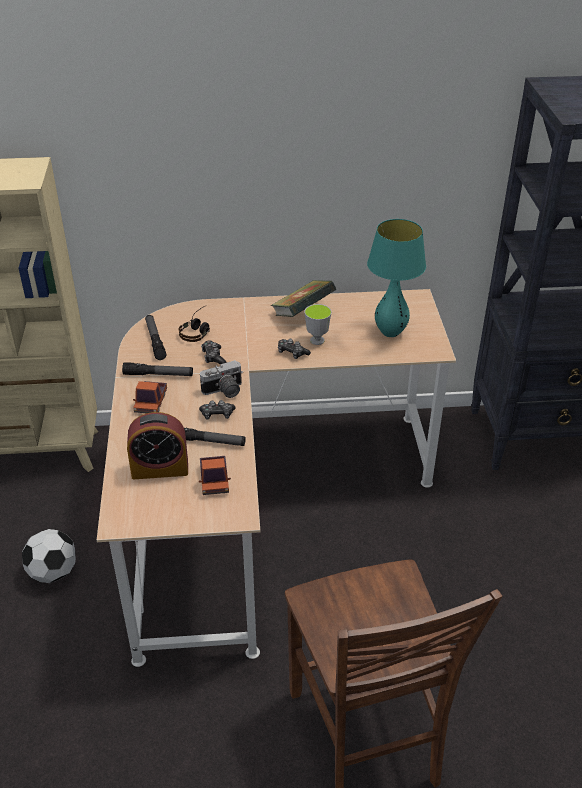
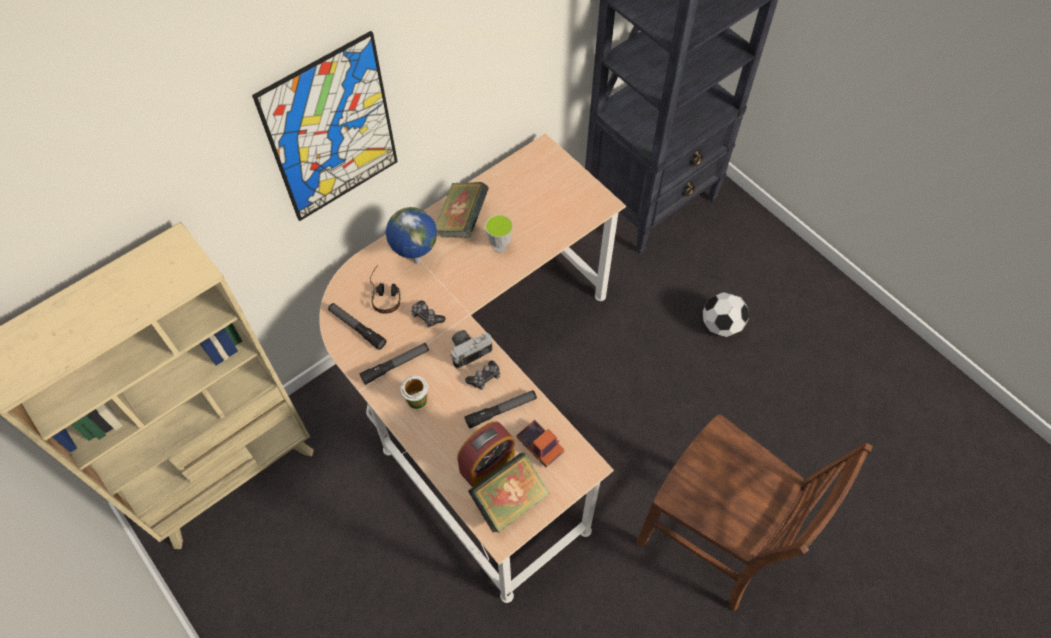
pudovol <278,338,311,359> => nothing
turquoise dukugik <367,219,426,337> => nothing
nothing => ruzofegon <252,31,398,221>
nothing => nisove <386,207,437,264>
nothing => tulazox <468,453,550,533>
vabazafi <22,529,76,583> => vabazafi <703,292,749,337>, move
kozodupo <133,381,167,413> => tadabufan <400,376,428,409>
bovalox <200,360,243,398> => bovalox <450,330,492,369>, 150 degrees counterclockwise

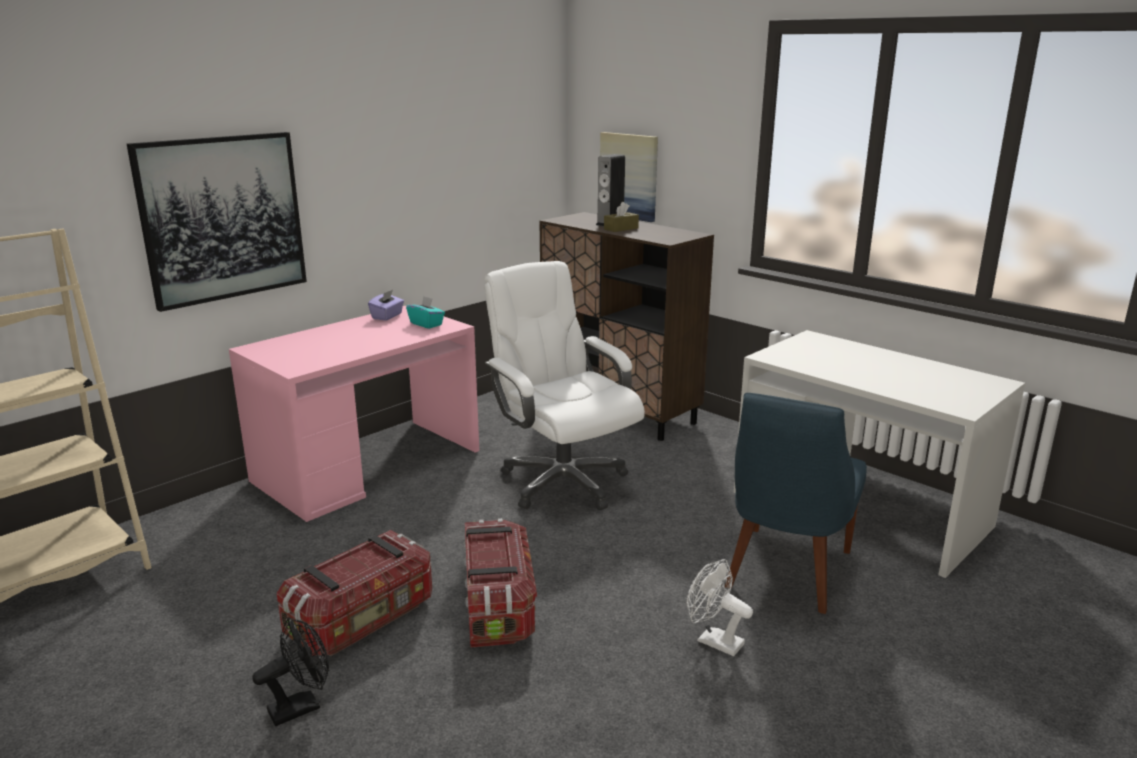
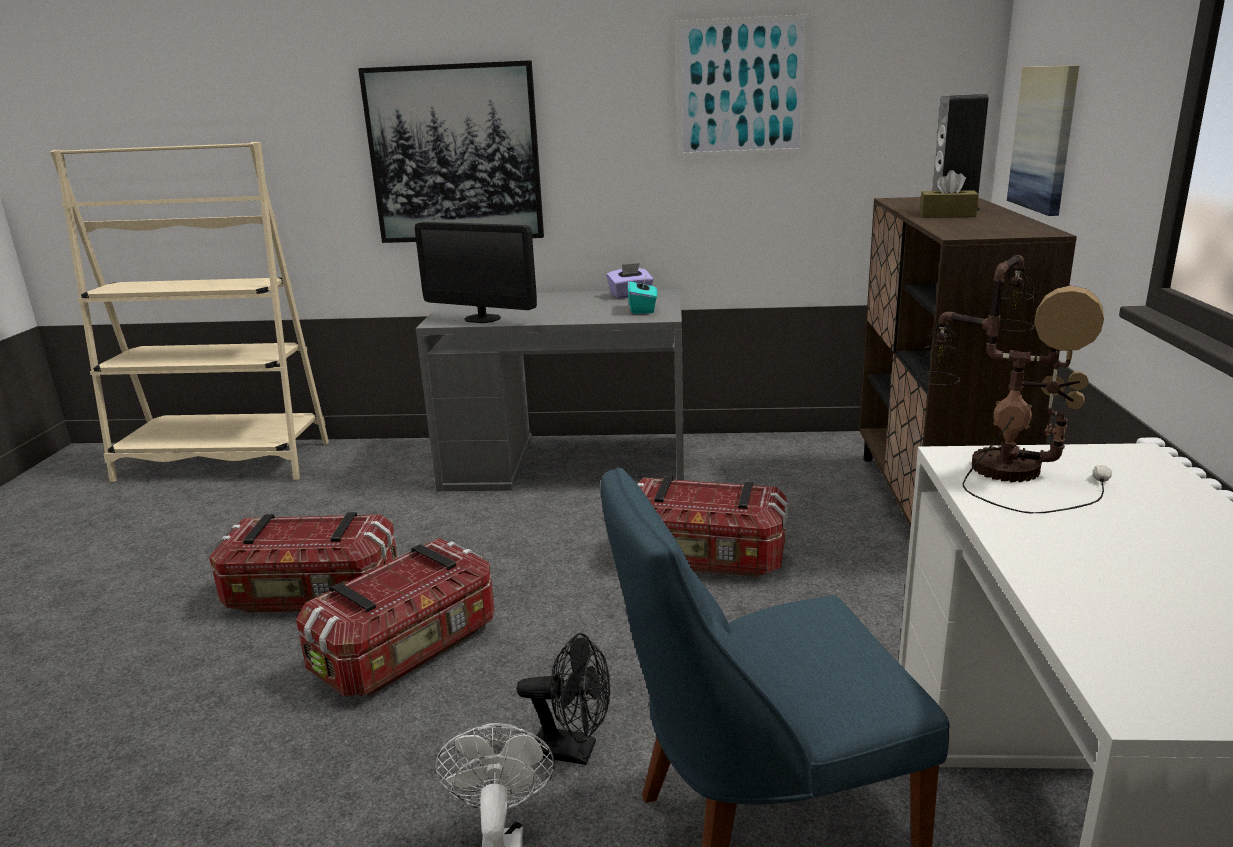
nothing => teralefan <415,222,537,323>
nothing => ruzofegon <676,14,809,158>
nothing => dukugik <917,255,1111,514>
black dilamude <252,617,329,726> => black dilamude <516,633,610,765>, move
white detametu <484,261,645,510> => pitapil <637,476,788,577>
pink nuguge <229,305,479,522> => grey nuguge <416,289,684,491>

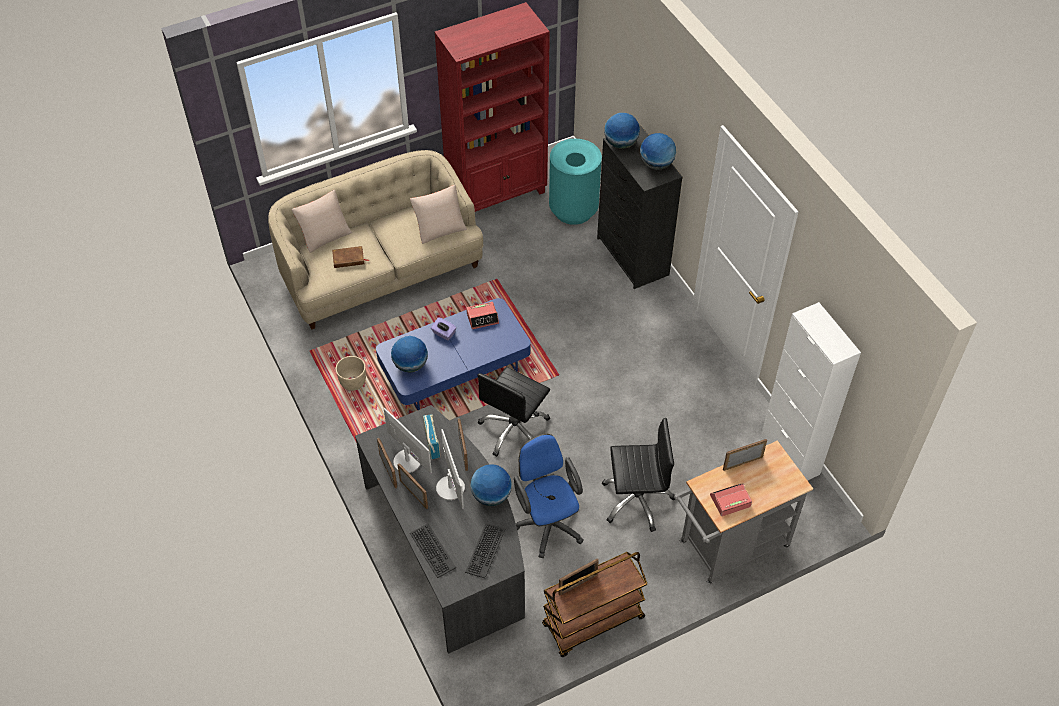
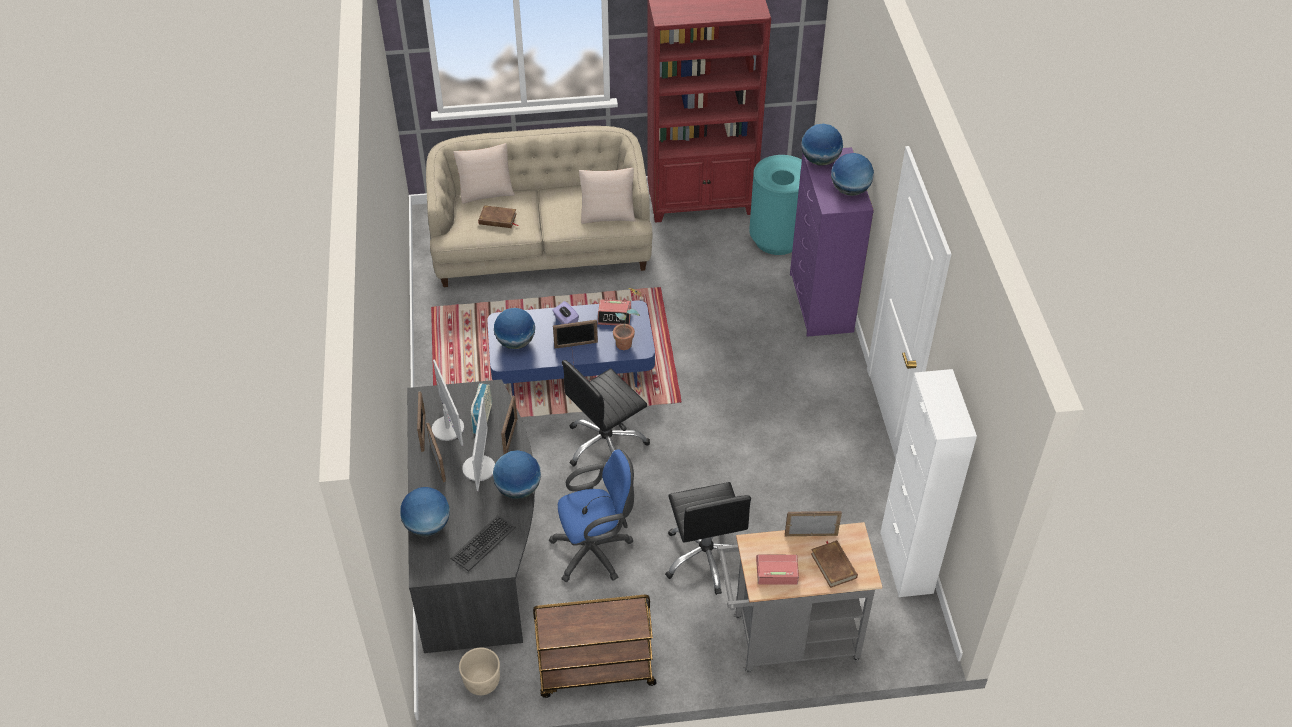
nothing => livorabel <613,288,642,350>
nothing => brown tulazox <811,540,858,588>
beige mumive <336,356,366,391> => beige mumive <459,648,500,695>, move
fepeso <558,558,599,596> => fepeso <553,320,598,349>, move
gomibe <410,523,456,578> => nisove <400,487,450,536>
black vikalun <597,125,683,289> => purple vikalun <790,147,874,337>
blue detametu <514,434,584,558> => blue detametu <549,449,634,582>, 75 degrees clockwise
black detametu <602,418,675,532> => black detametu <665,482,751,595>, 60 degrees clockwise

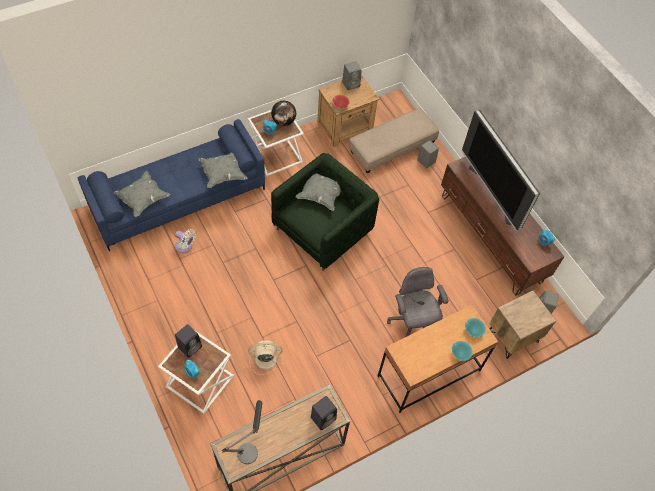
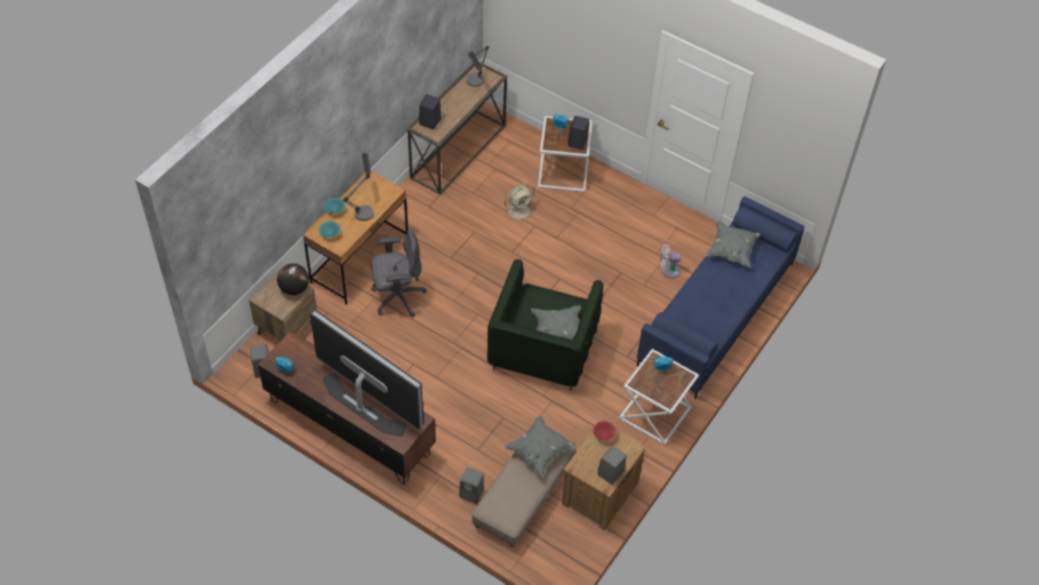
nothing => dukugik <343,153,374,221>
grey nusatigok <198,152,248,188> => grey nusatigok <504,416,575,477>, move
nisove <271,101,296,126> => nisove <277,263,309,295>, move
grey detametu <387,267,449,337> => grey detametu <371,229,426,317>, 60 degrees counterclockwise

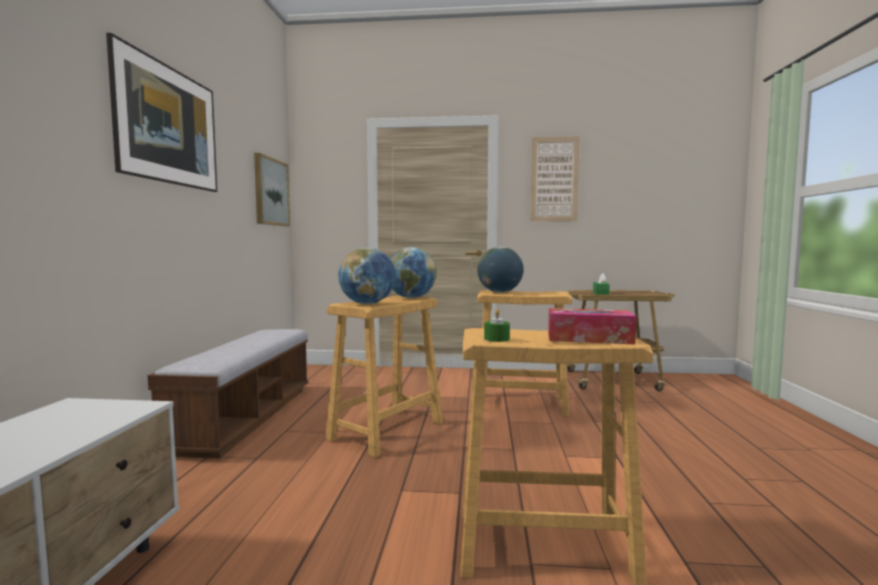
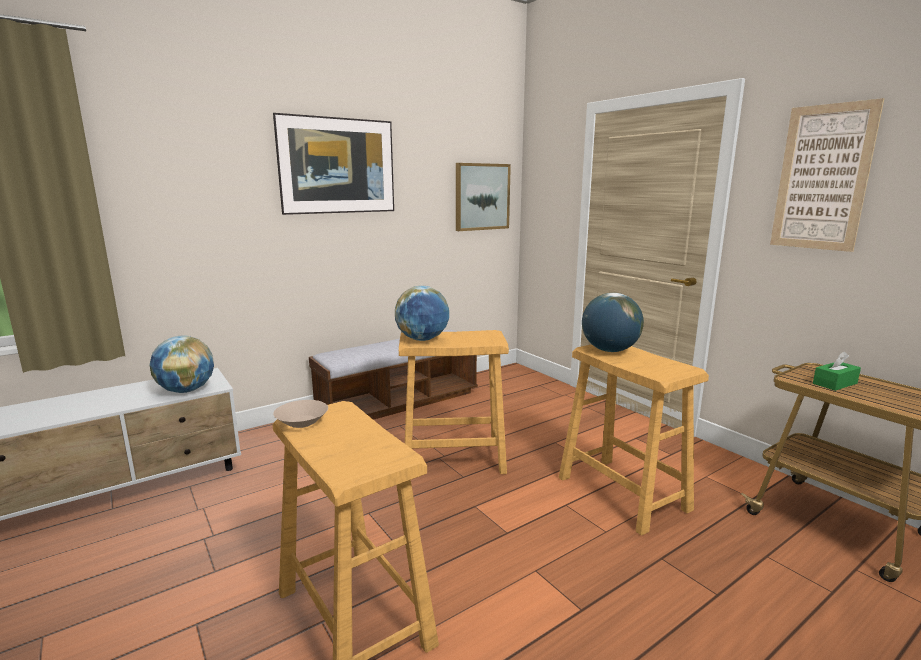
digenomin <548,308,637,344> => nothing
nisove <390,247,436,298> => nisove <150,336,214,393>, move
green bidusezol <484,309,510,342> => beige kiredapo <273,400,328,428>

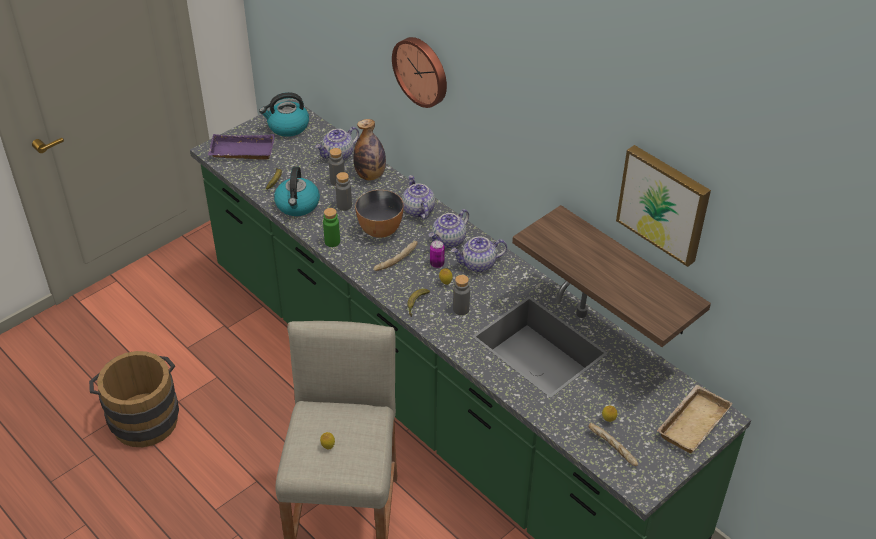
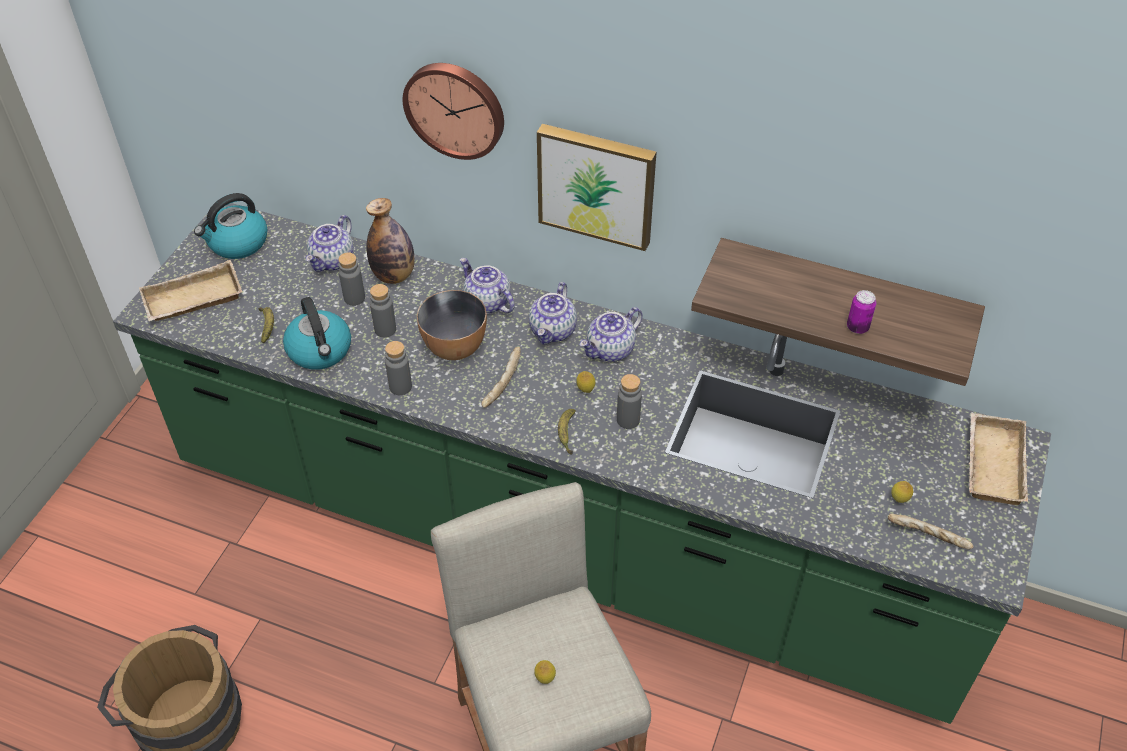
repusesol <430,240,445,268> => repusesol <847,290,876,334>, move
ruzofegon <616,145,711,267> => ruzofegon <537,124,657,251>, move
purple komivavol <208,134,275,160> => beige komivavol <139,260,243,321>
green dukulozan <323,208,340,247> => grey dukulozan <385,341,412,395>

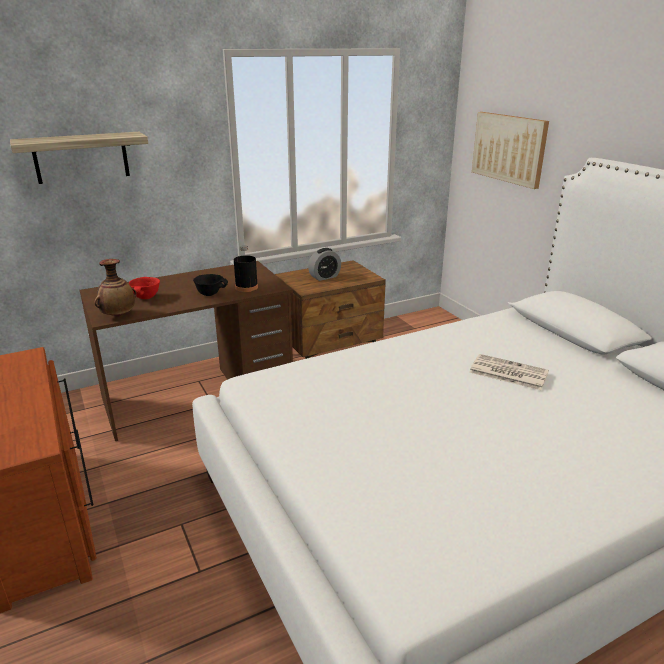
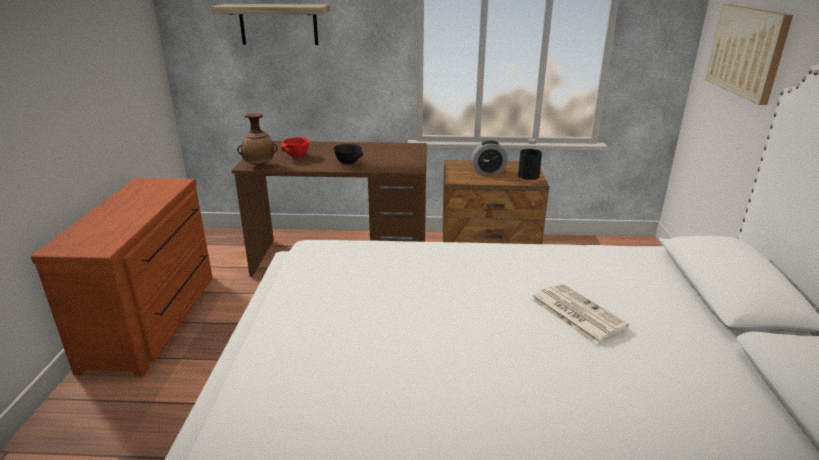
black dukulozan <234,245,258,292> => black dukulozan <517,139,542,184>, move

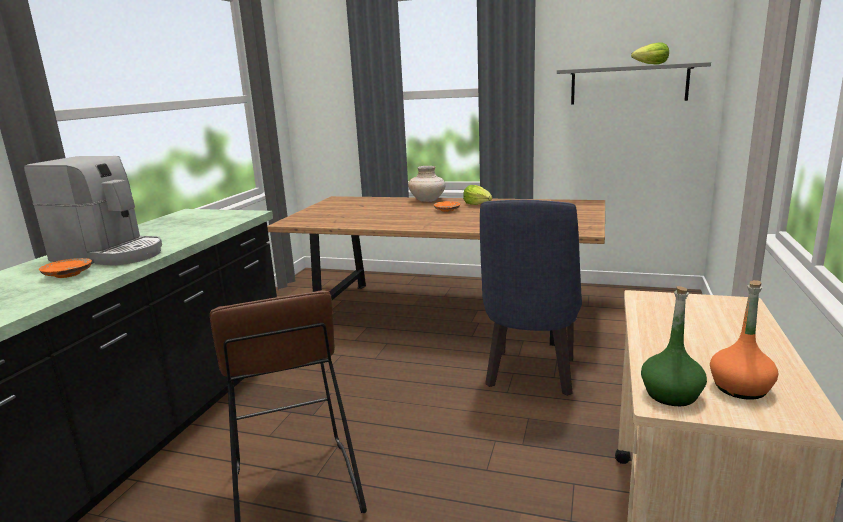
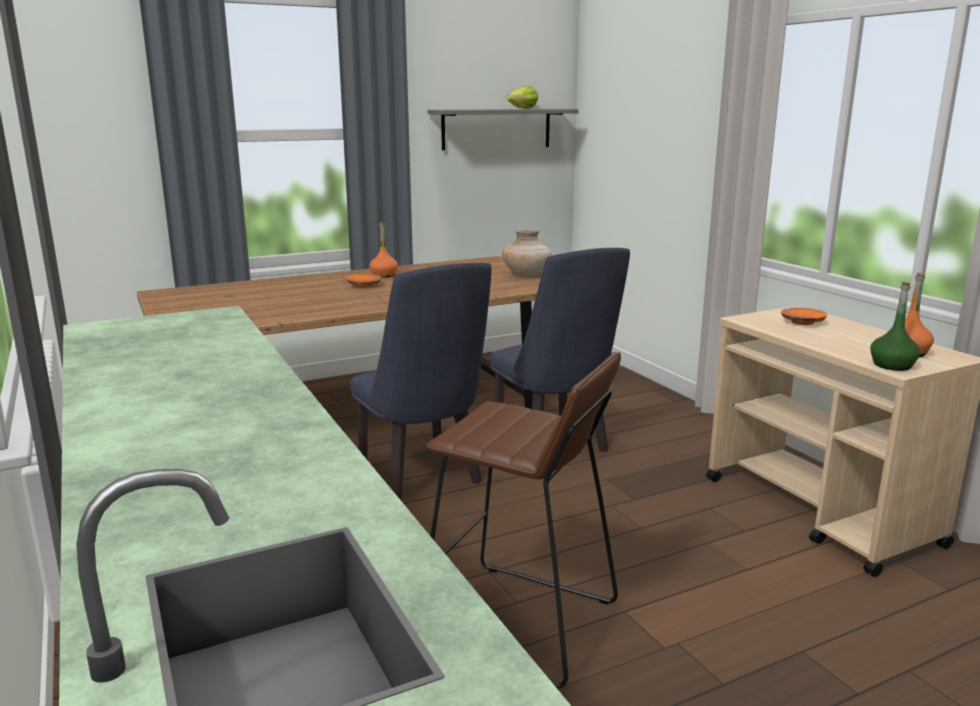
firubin <24,156,162,266> => nothing
nothing => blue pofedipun <350,263,492,500>
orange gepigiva <39,258,92,278> => orange gepigiva <781,308,827,325>, move
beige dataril <408,166,446,202> => beige dataril <502,229,552,276>, move
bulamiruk <463,185,493,205> => orange dukulozan <370,222,398,278>

